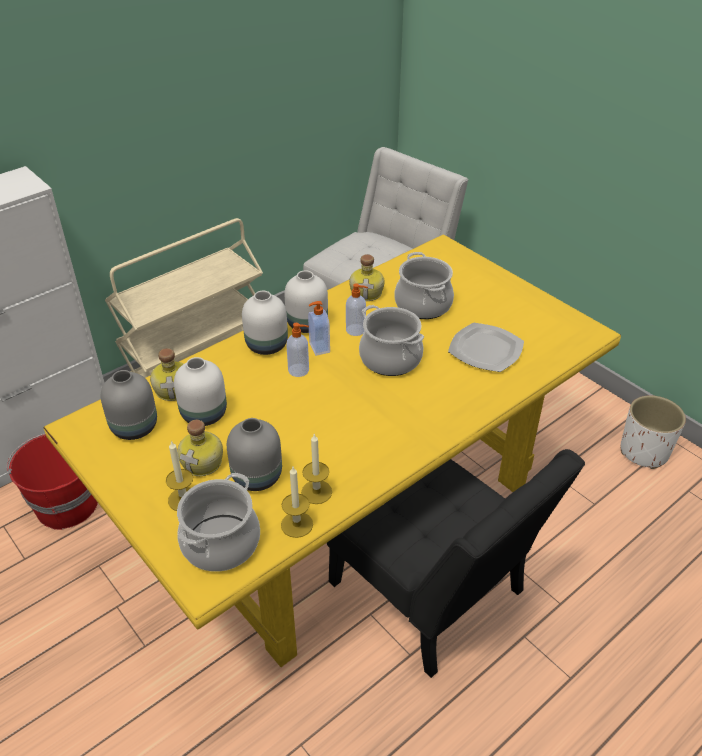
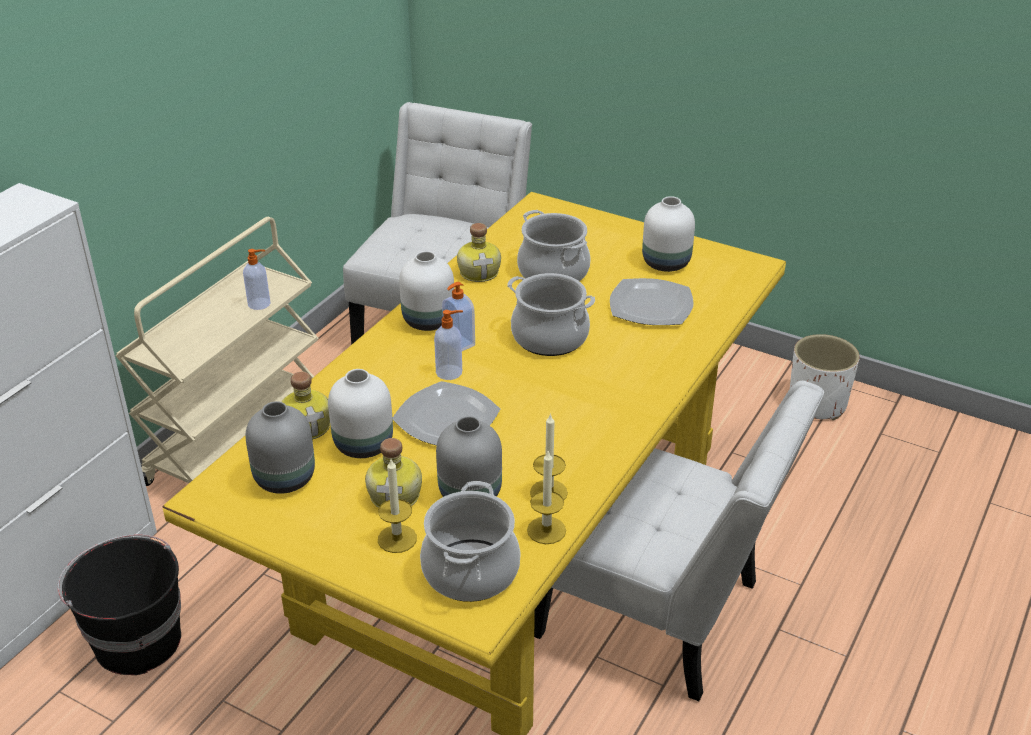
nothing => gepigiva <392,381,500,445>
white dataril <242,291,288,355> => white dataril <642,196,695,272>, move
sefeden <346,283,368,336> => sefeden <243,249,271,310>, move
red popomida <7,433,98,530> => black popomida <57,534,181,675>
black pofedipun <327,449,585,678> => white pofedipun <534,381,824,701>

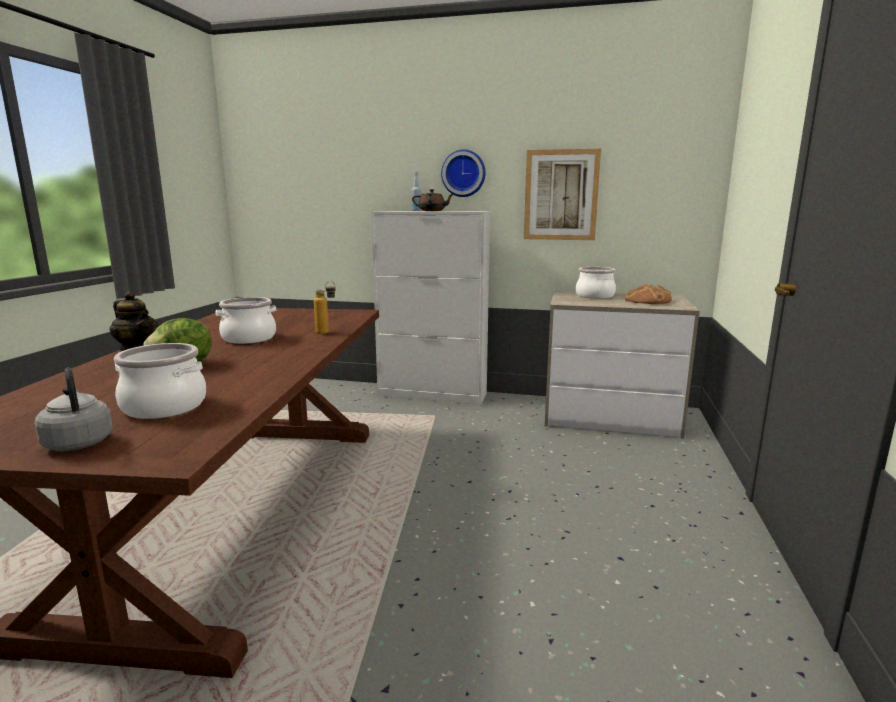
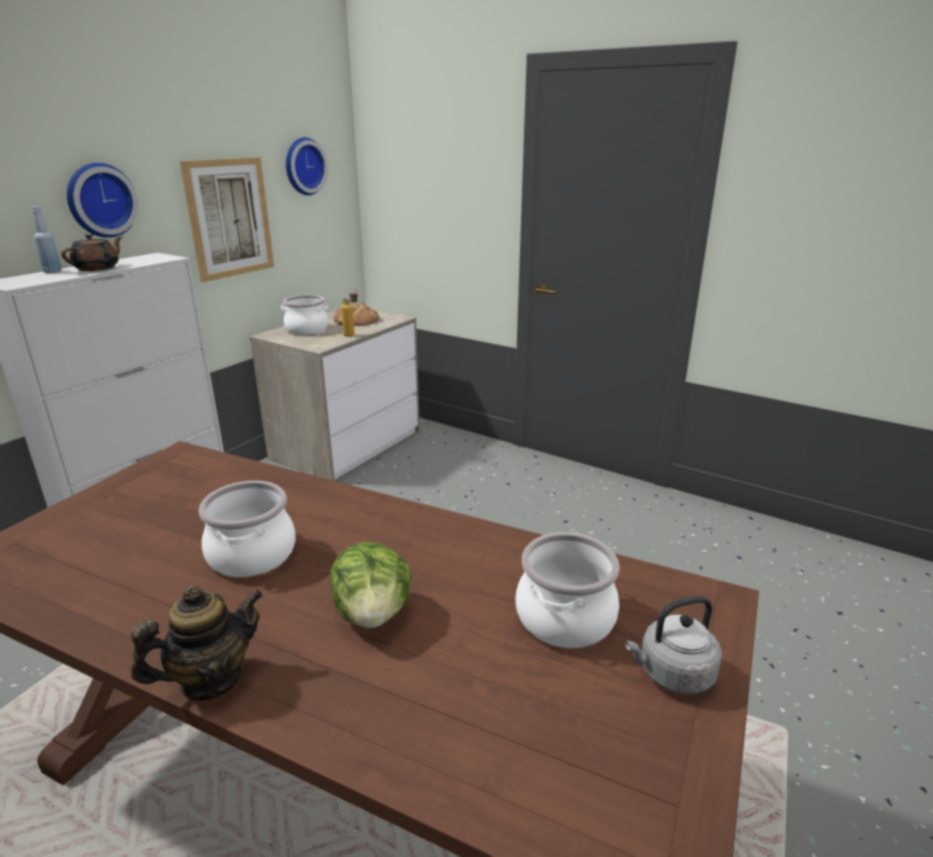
nothing => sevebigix <286,137,328,195>
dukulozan <314,281,336,334> => dukulozan <341,288,358,337>, move

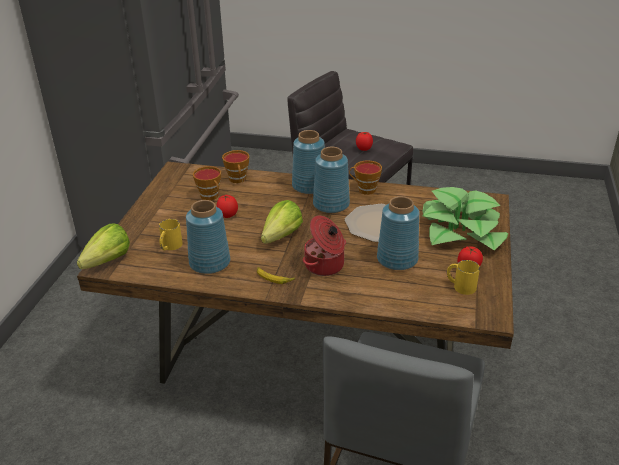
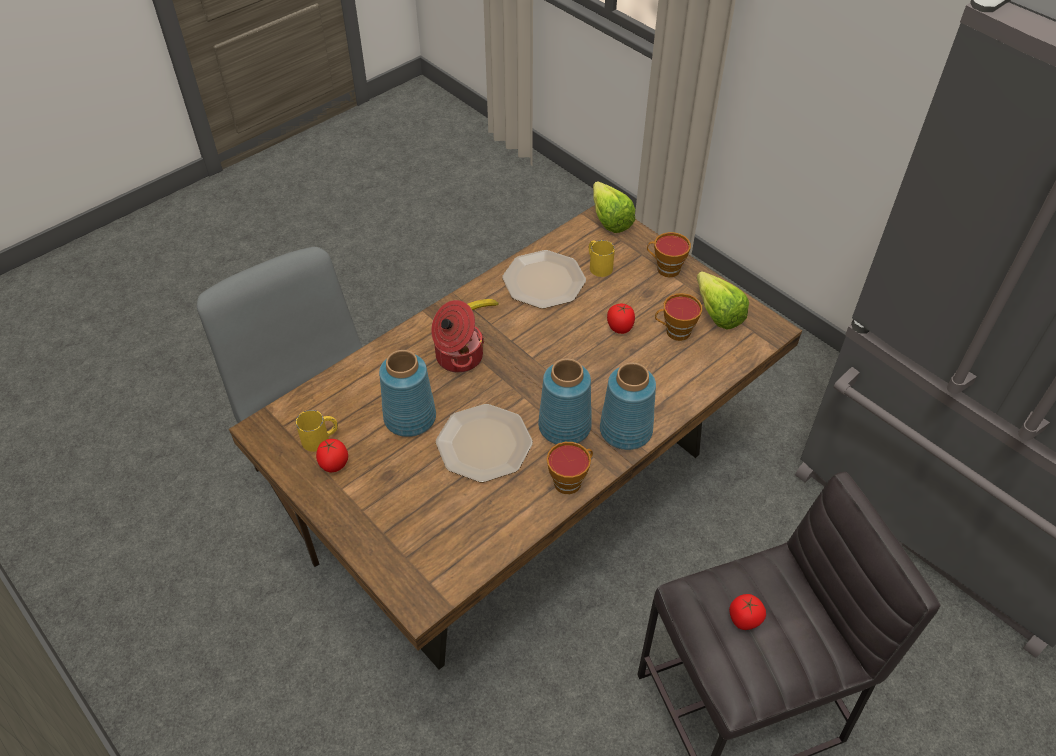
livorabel <422,187,508,250> => nothing
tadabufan <222,150,249,183> => tadabufan <647,232,691,277>, move
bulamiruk <261,200,303,244> => bulamiruk <697,271,749,330>, move
blue dataril <186,200,230,274> => gepigiva <502,250,586,309>

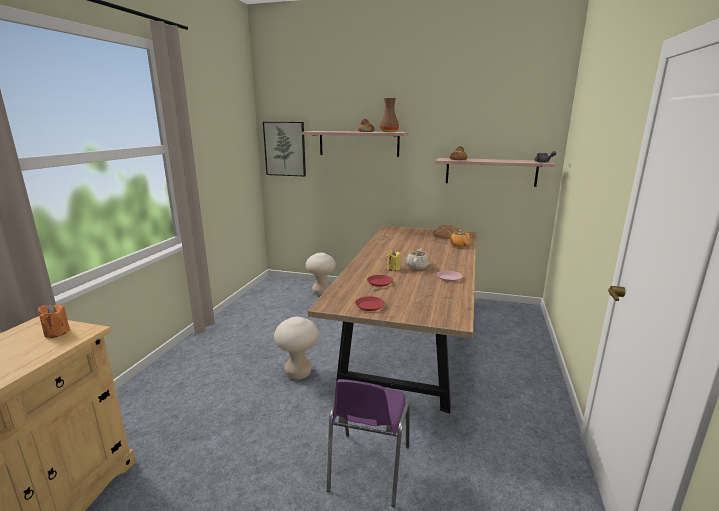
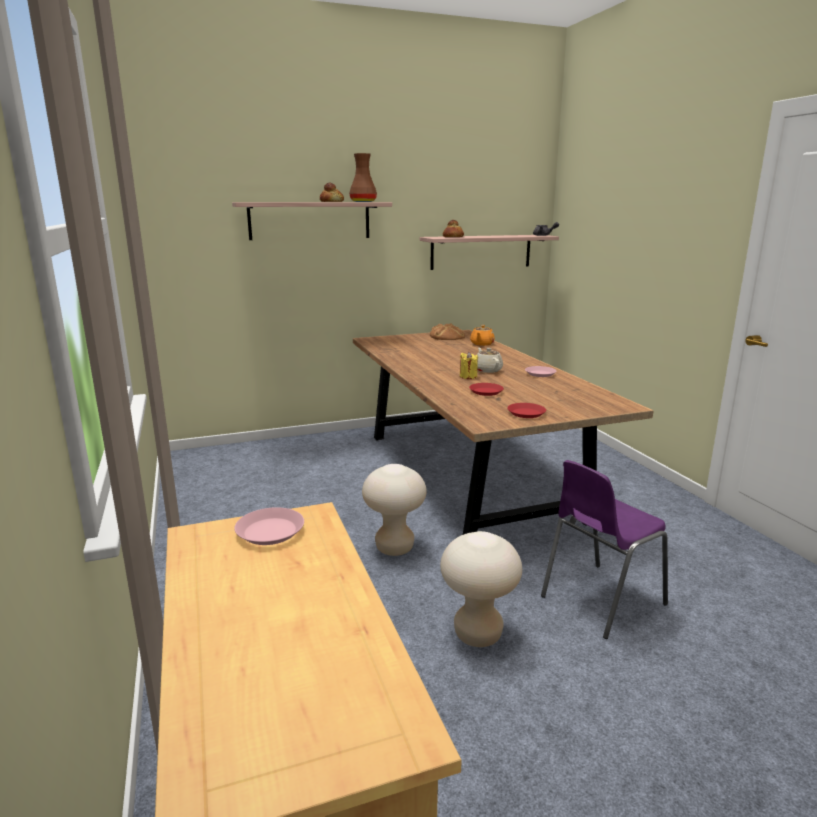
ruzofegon <263,122,306,177> => nothing
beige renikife <306,253,336,296> => beige renikife <440,531,522,647>, move
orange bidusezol <38,304,70,338> => pink gepigiva <234,507,304,545>
purple pofedipun <327,379,410,507> => purple pofedipun <541,460,668,639>, 75 degrees clockwise

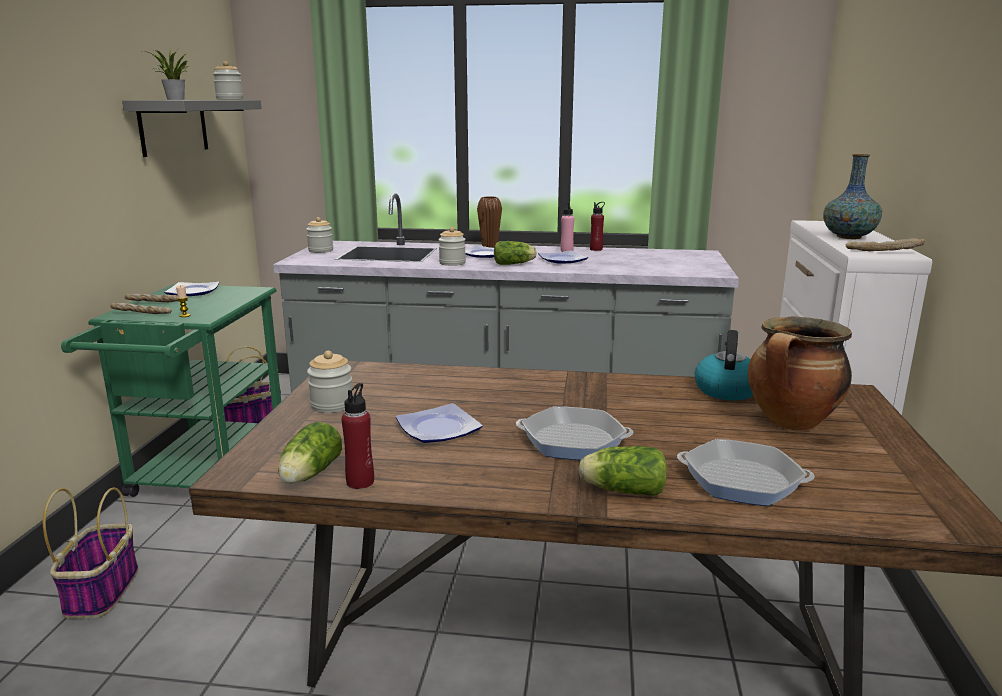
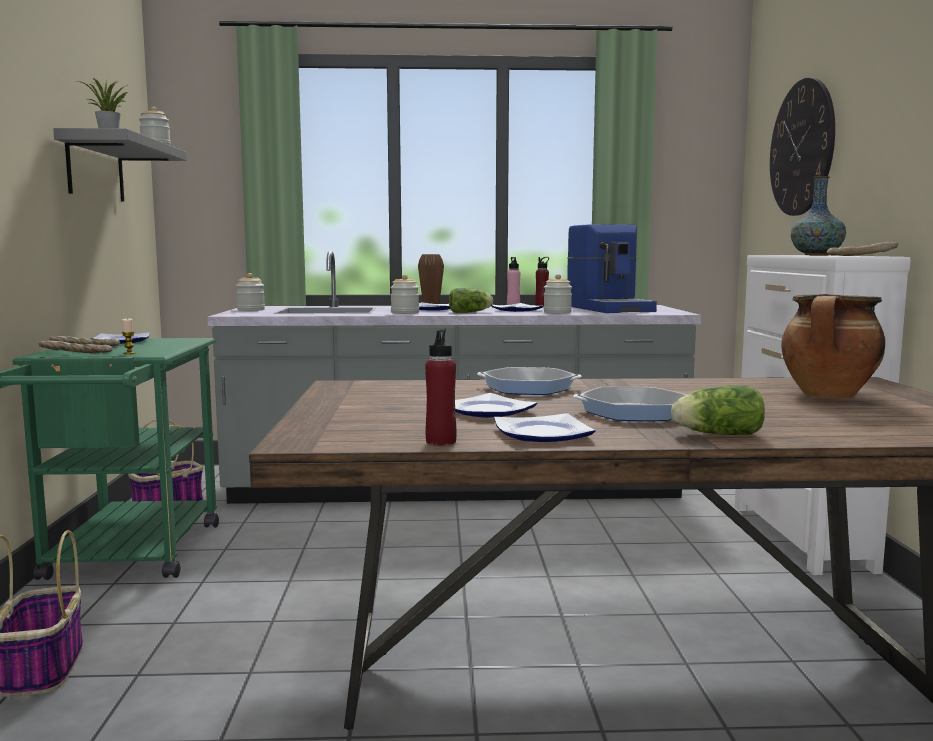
bulamiruk <278,422,342,484> => nothing
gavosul <694,330,753,401> => nothing
nothing => gepigiva <494,413,595,442>
nothing => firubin <567,224,657,313>
nothing => sevebigix <770,78,835,216>
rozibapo <307,351,353,413> => rozibapo <543,274,572,313>, move
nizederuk <677,439,815,506> => nizederuk <477,367,582,395>, move

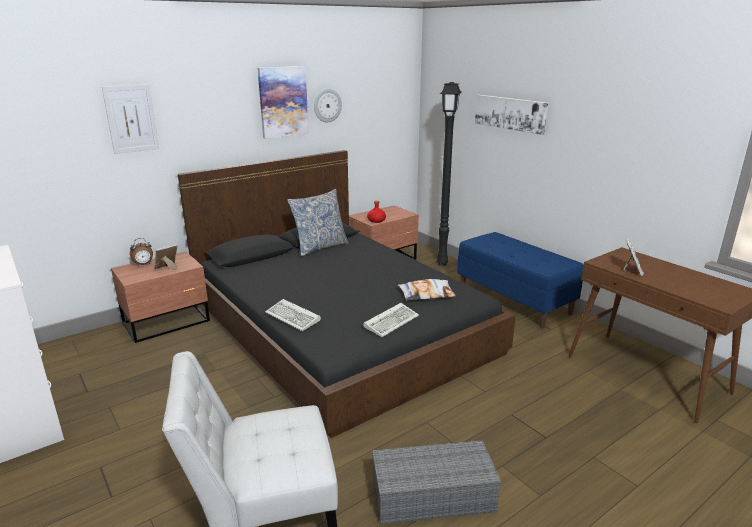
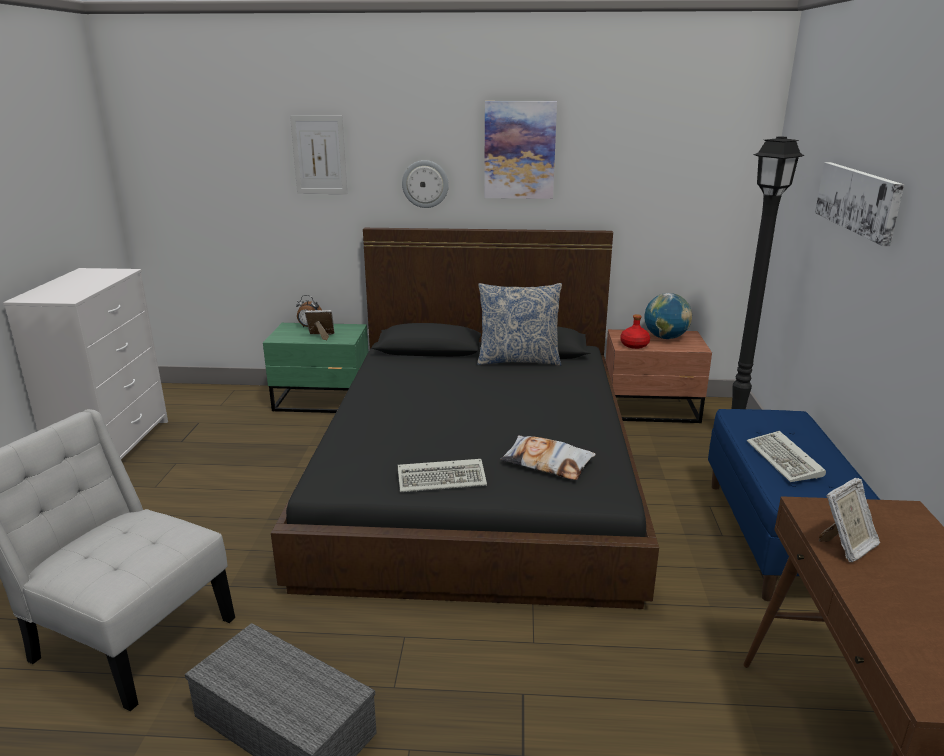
nothing => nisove <645,293,692,339>
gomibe <265,299,321,331> => gomibe <747,431,826,482>, move
sevebigix <314,89,342,122> => sevebigix <402,160,449,208>, move
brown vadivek <111,252,210,343> => green vadivek <263,323,369,413>

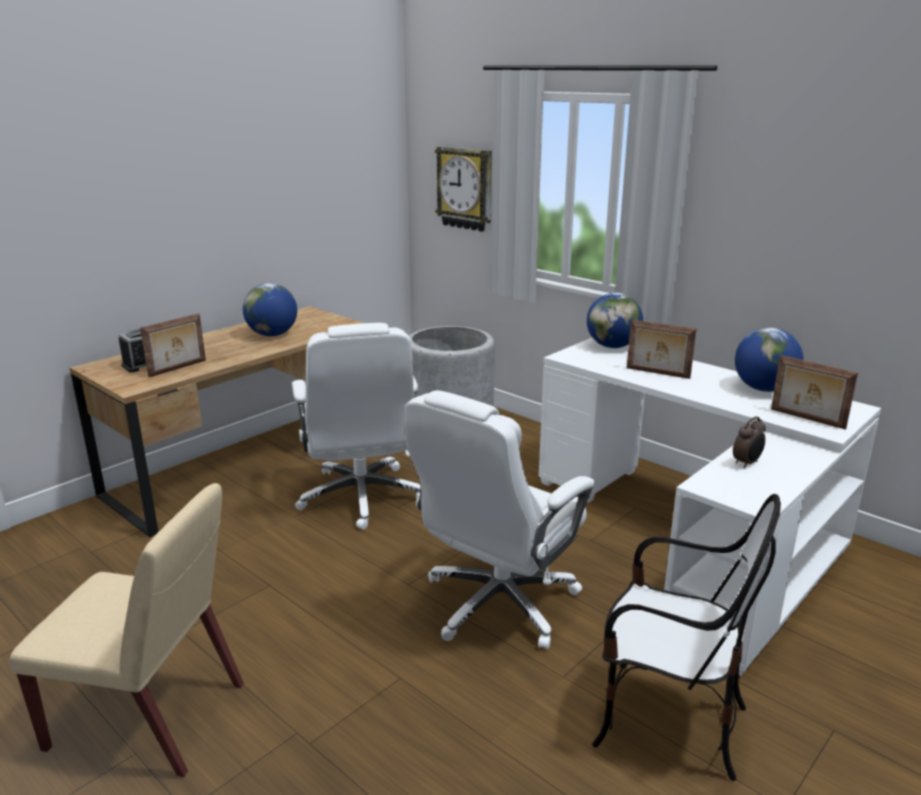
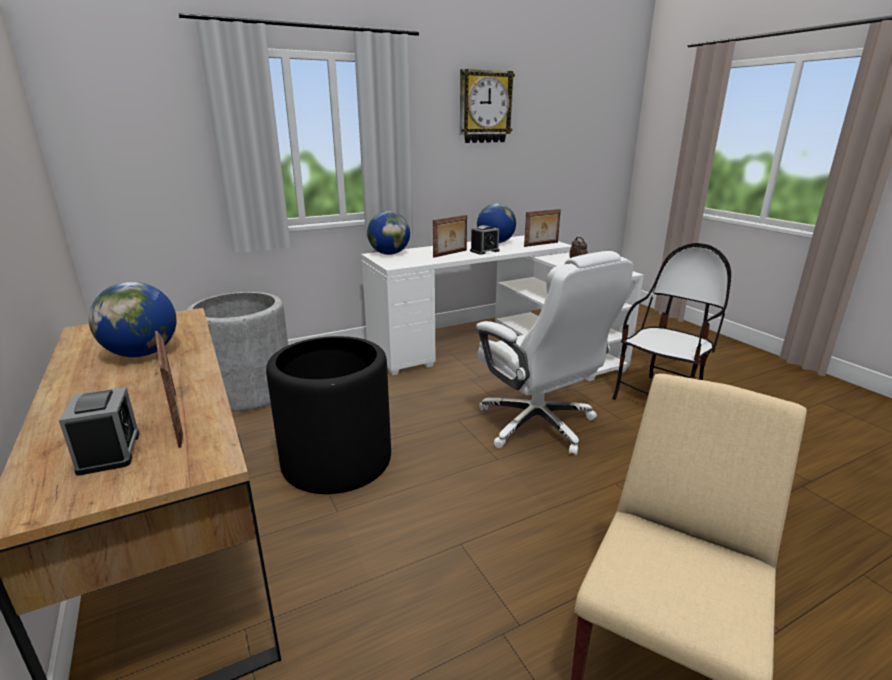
nothing => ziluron <470,225,500,255>
sevebigix <435,146,492,232> => sevebigix <460,69,515,143>, move
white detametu <292,323,421,530> => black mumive <266,336,391,494>

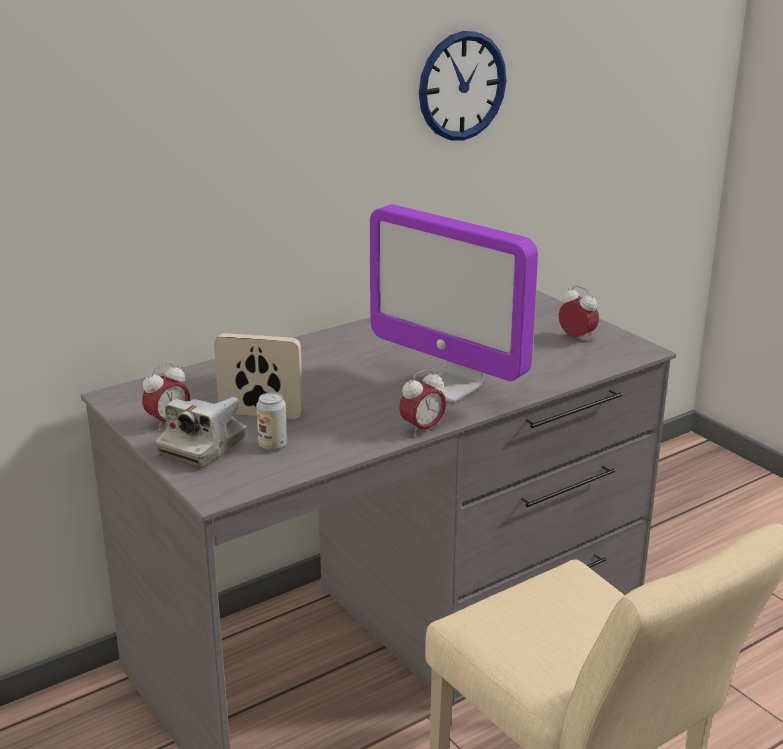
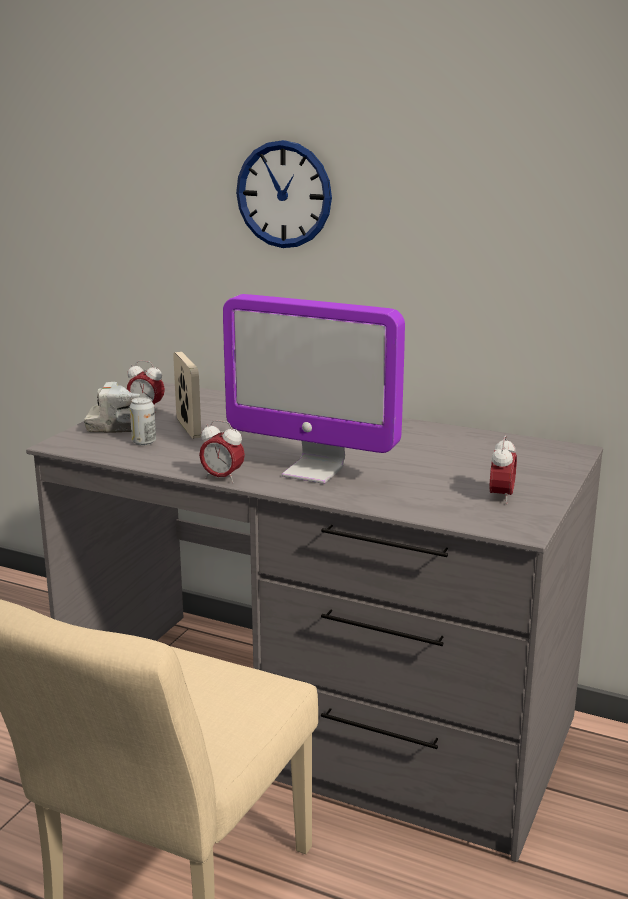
sevebigix <419,31,506,141> => sevebigix <236,140,332,248>, move
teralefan <370,204,538,403> => teralefan <223,294,405,484>, 75 degrees counterclockwise

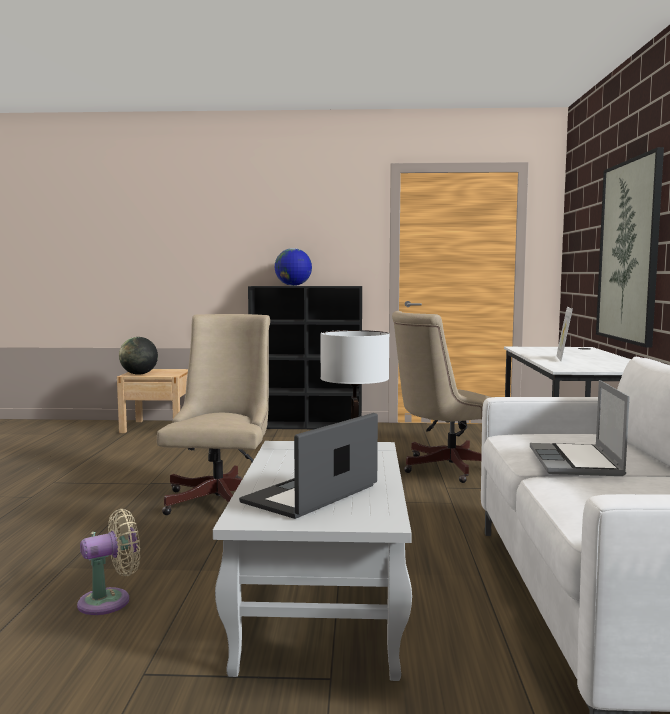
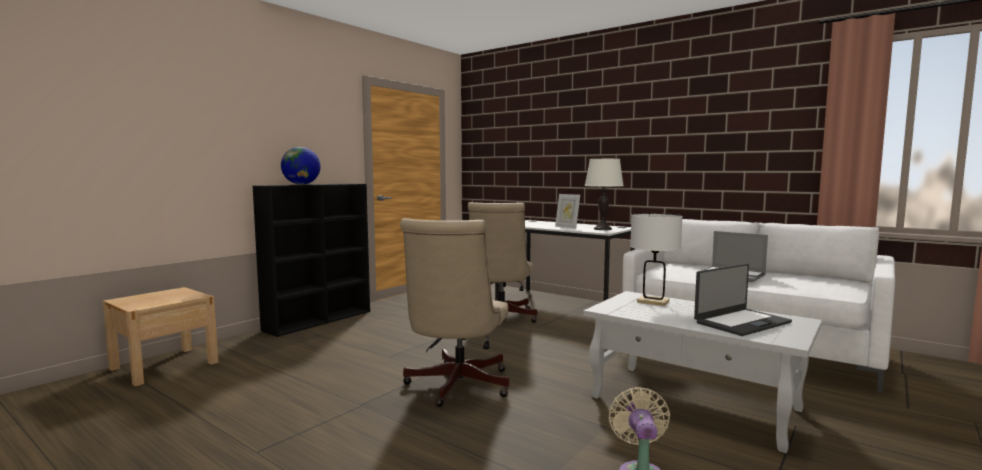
nisove <119,337,158,375> => nothing
ruzofegon <596,147,664,348> => nothing
nothing => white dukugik <585,159,624,230>
beige detametu <157,314,270,515> => beige detametu <400,218,509,407>, 120 degrees counterclockwise
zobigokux <239,413,378,519> => zobigokux <694,264,792,336>, 105 degrees counterclockwise

